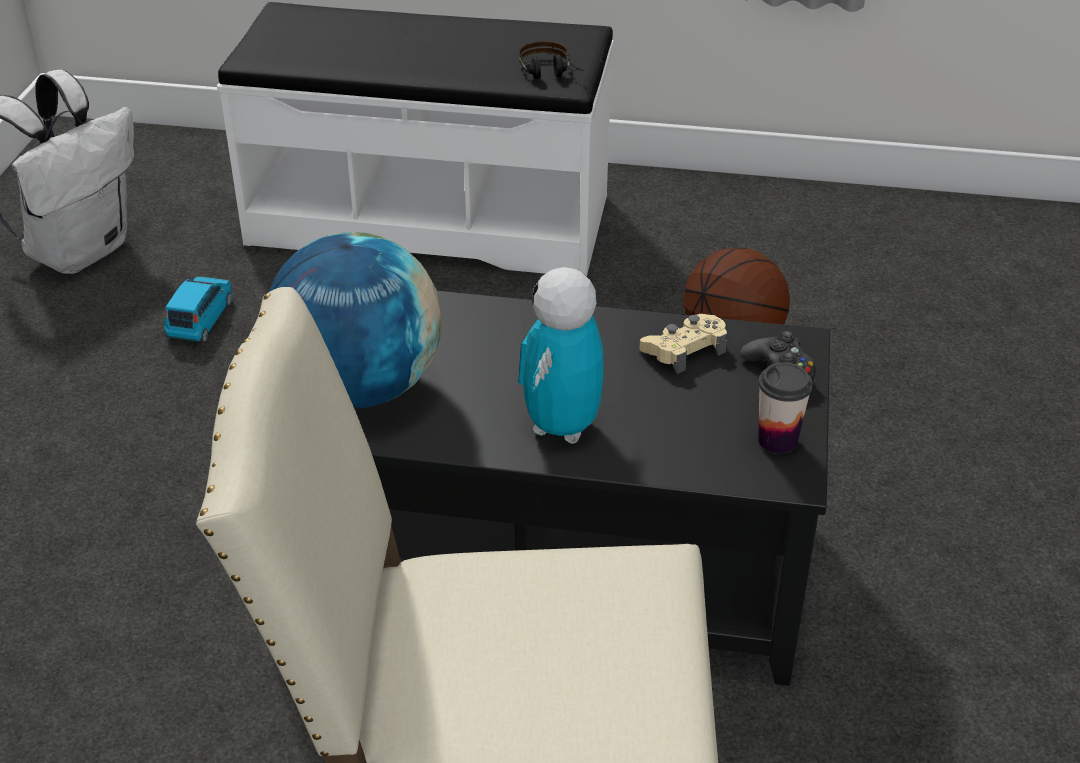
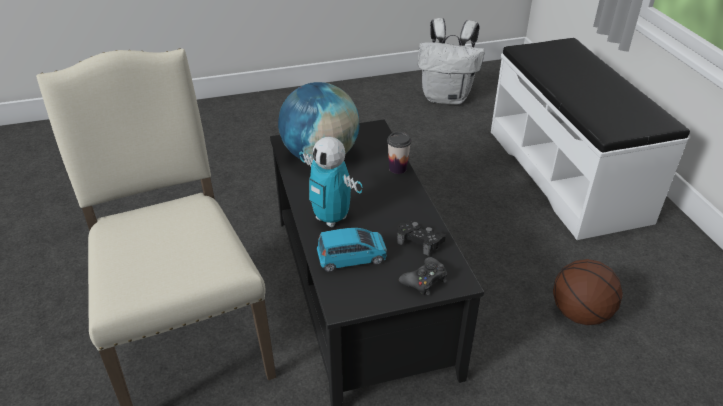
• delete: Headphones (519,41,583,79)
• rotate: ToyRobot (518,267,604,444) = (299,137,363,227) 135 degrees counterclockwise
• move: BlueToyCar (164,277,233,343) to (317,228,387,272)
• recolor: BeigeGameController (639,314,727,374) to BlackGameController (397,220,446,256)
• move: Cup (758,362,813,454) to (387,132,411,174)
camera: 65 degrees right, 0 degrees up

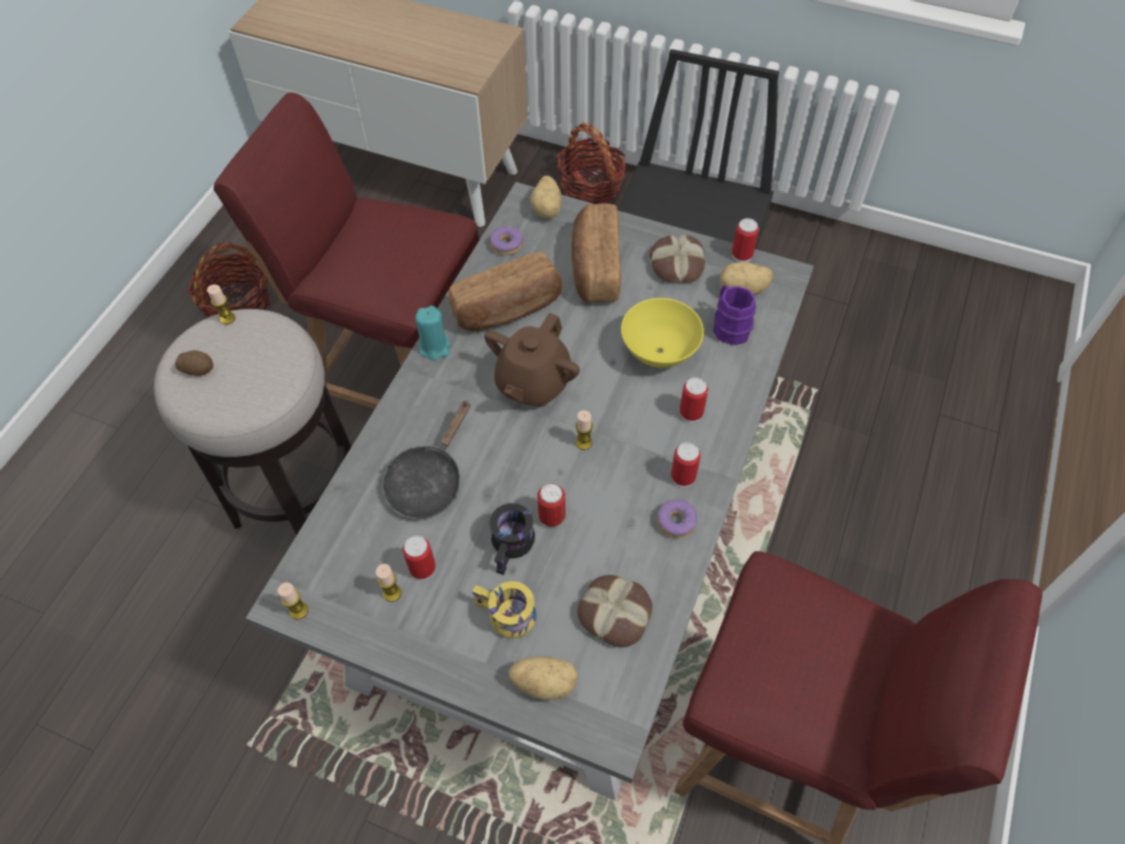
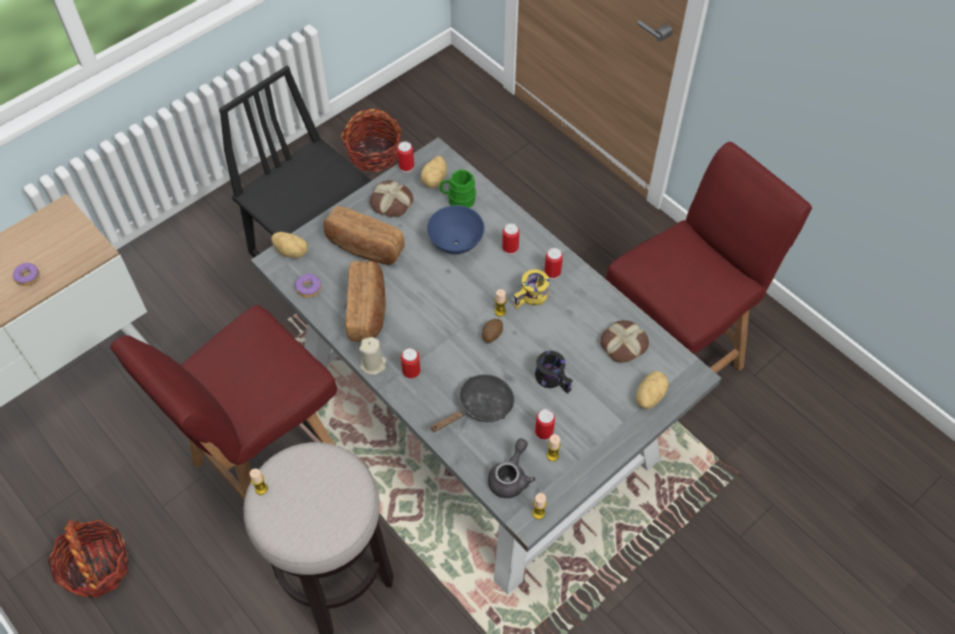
• move: Basket (556,122,626,204) to (341,108,402,172)
• recolor: PurpleMug (713,285,756,345) to GreenMug (440,170,476,208)
• recolor: YellowBowl (621,298,704,368) to BlueBowl (427,205,484,254)
• recolor: TurquoiseCandle (415,306,450,361) to BeigeCandle (359,337,386,375)
• delete: BrownTeapot (484,313,580,407)
• move: Potato (175,350,213,376) to (482,319,503,343)
• rotate: BlackFryingPan (382,400,470,519) = (430,374,515,432) 90 degrees counterclockwise
• move: Can (537,483,566,527) to (401,348,420,378)
• move: Donut (657,500,697,538) to (13,263,40,286)
• move: YellowMug (472,581,536,639) to (514,269,549,309)
• insert: GreyTeapot (488,438,535,498)
camera: 65 degrees left, 0 degrees up

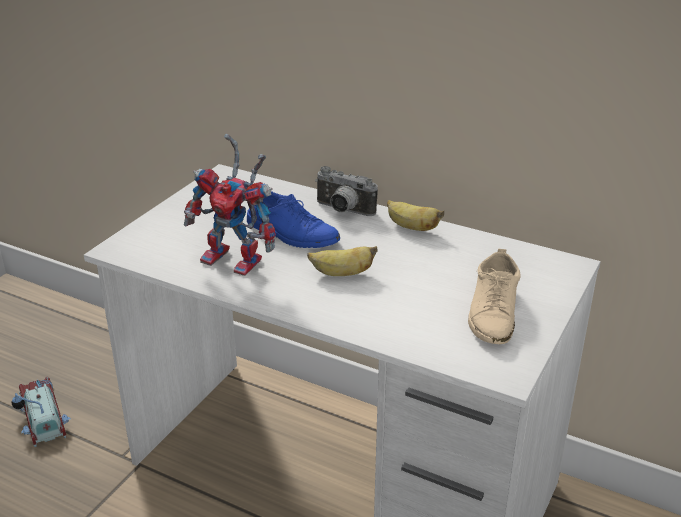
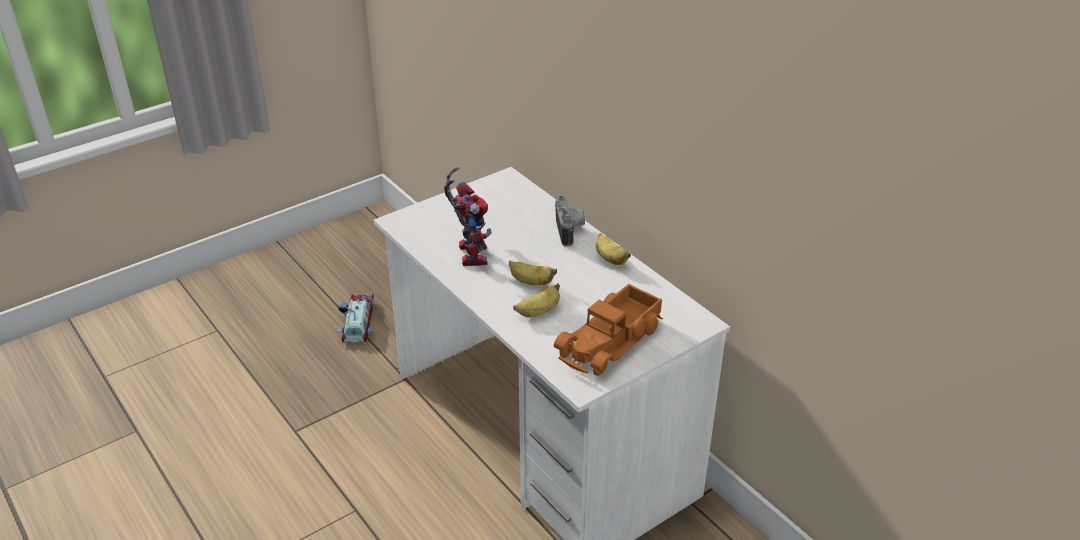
• rotate: ToyRobot (184,134,276,276) = (444,167,492,266) 150 degrees counterclockwise
• rotate: PhotoCamera (315,166,378,216) = (555,196,585,247) 150 degrees counterclockwise
• delete: BlueShoe (247,191,340,248)
• replace: BeigeShoe (468,249,521,344) to ToyTruck (554,284,663,376)
• insert: Banana (513,283,560,317)
camera: 25 degrees right, 5 degrees up

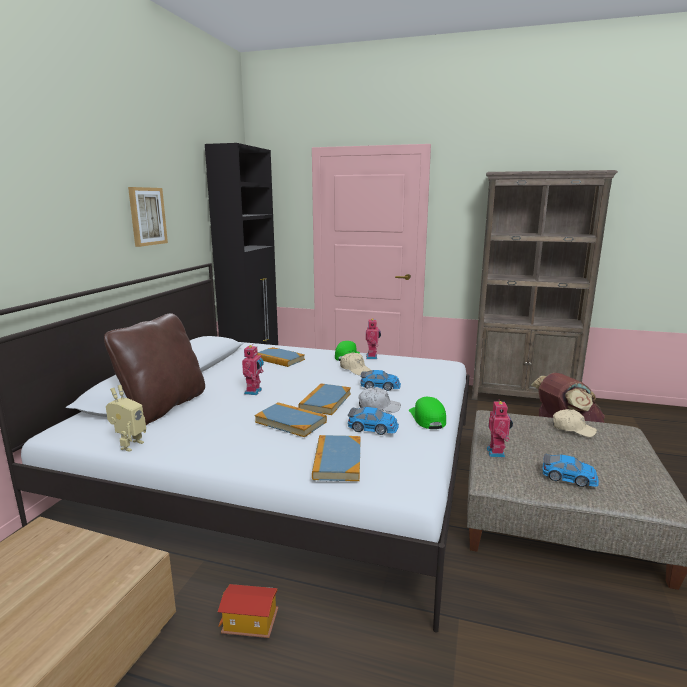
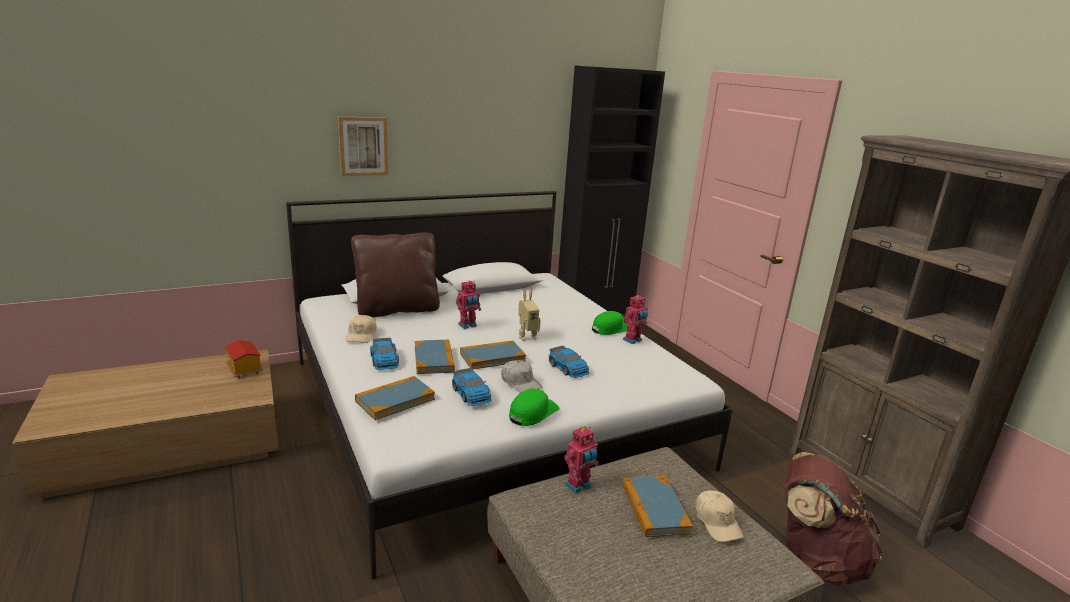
• move: Picture (128,187,168,247) to (338,117,388,176)
• move: Book (257,347,305,367) to (622,476,693,537)
• move: BeigeCap (340,352,372,375) to (346,315,376,343)
• move: ToyRobot (106,385,146,452) to (518,289,541,341)
• move: ToyCar (543,454,599,487) to (370,338,399,370)
• move: ToyHouse (218,584,278,638) to (224,340,263,378)
camera: 45 degrees right, 5 degrees up

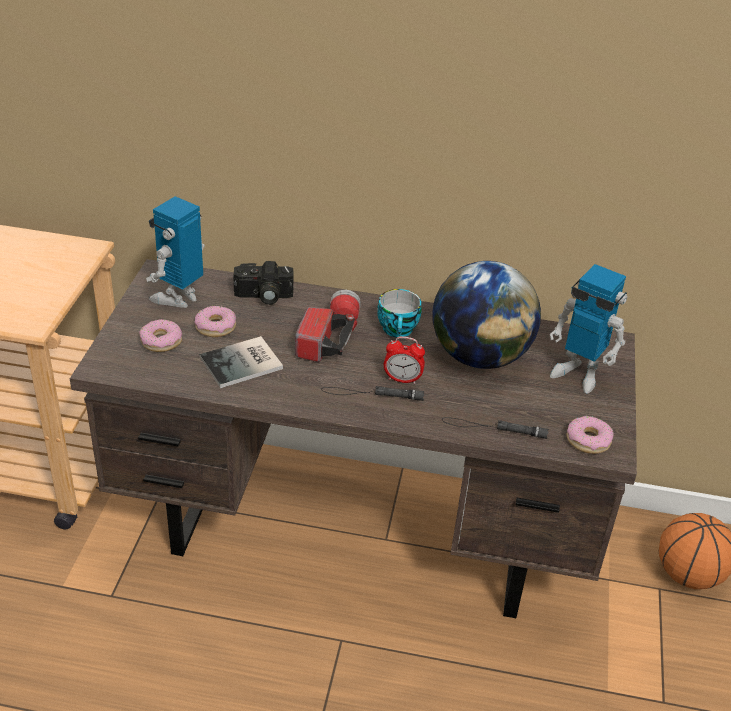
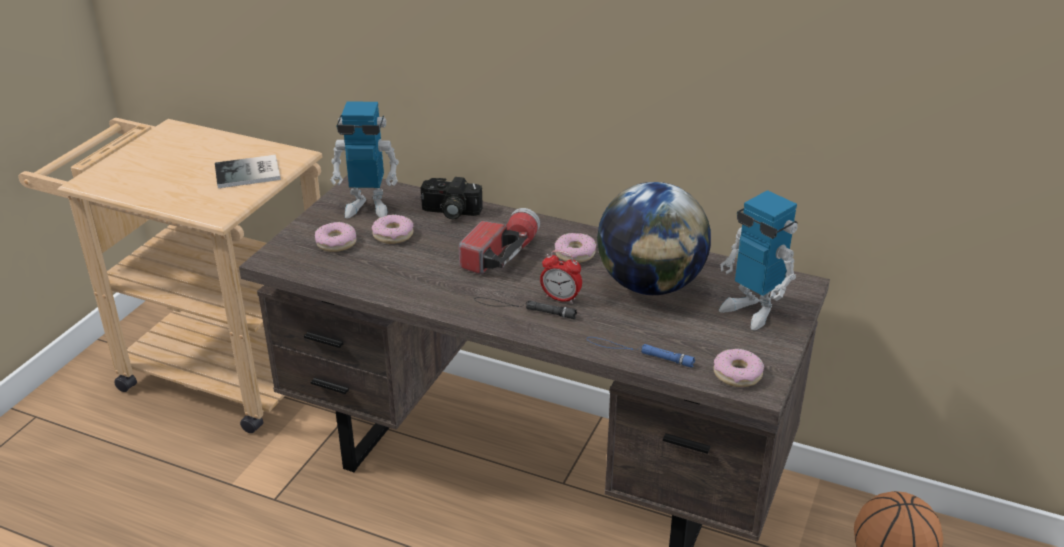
• rotate: ToyRobot (146,196,205,308) = (331,101,399,219) 135 degrees counterclockwise
• replace: Cup (377,289,421,338) to Donut (555,233,596,263)
• move: Book (200,336,283,388) to (215,155,281,188)
• recolor: BlackFlashlight (442,417,549,439) to BlueFlashlight (587,337,695,368)
camera: 15 degrees right, 5 degrees down

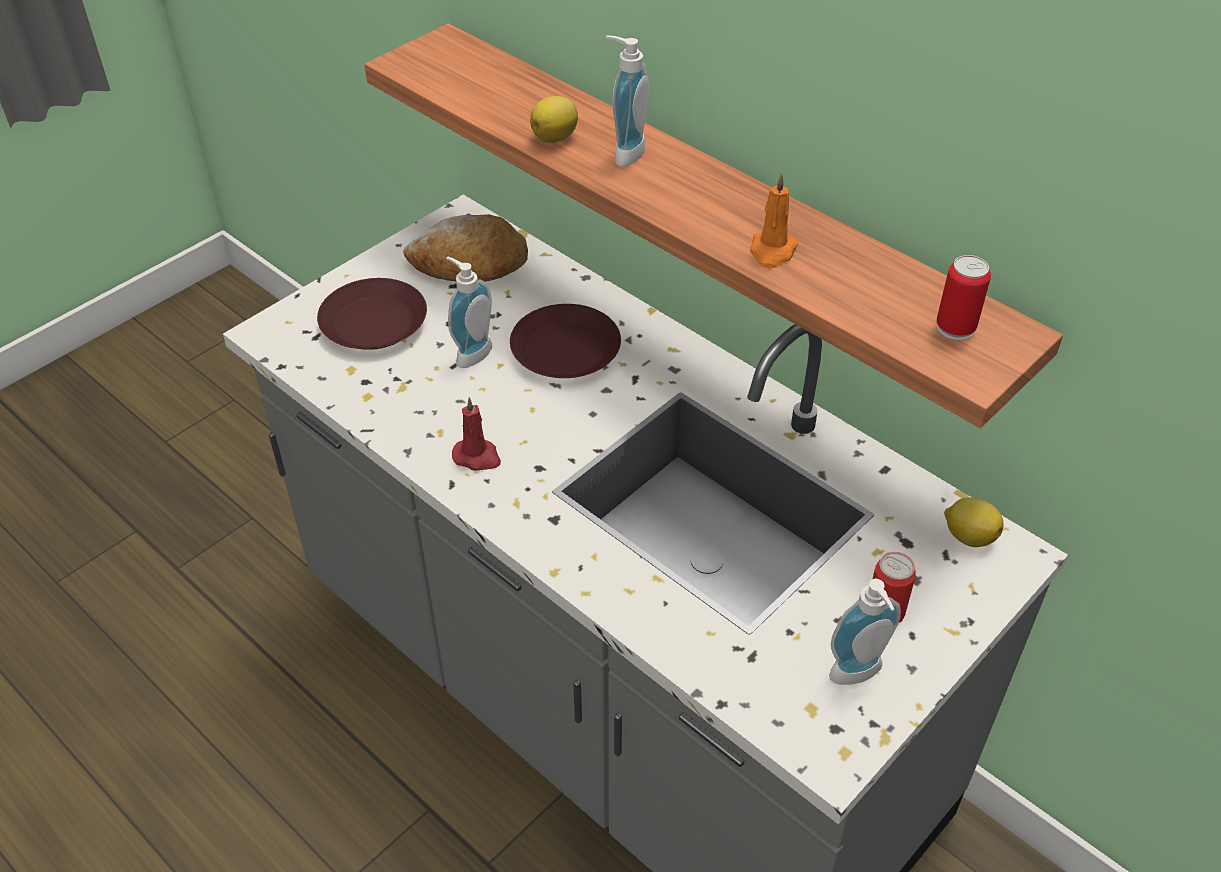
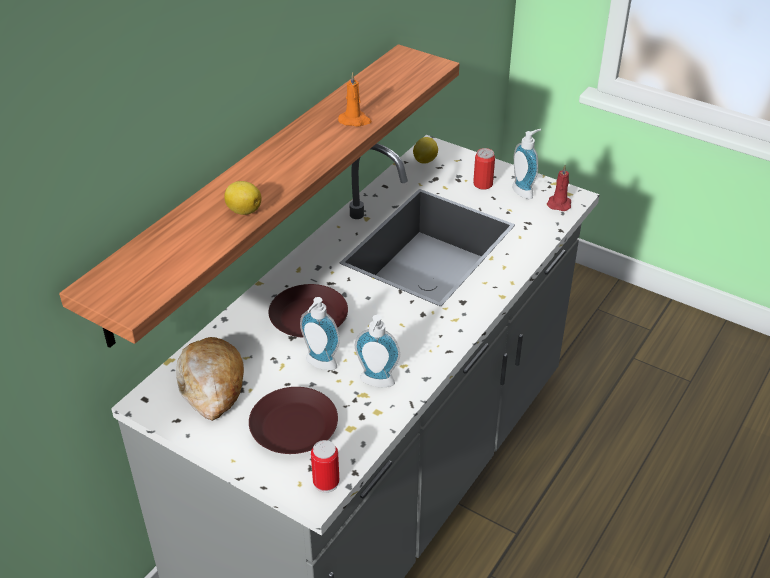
• move: SoapDispenser (606,35,649,167) to (355,315,400,387)
• move: Can (936,255,991,340) to (311,440,339,493)
• move: RedCandle (452,397,501,471) to (547,165,571,211)
camera: 100 degrees left, 5 degrees down

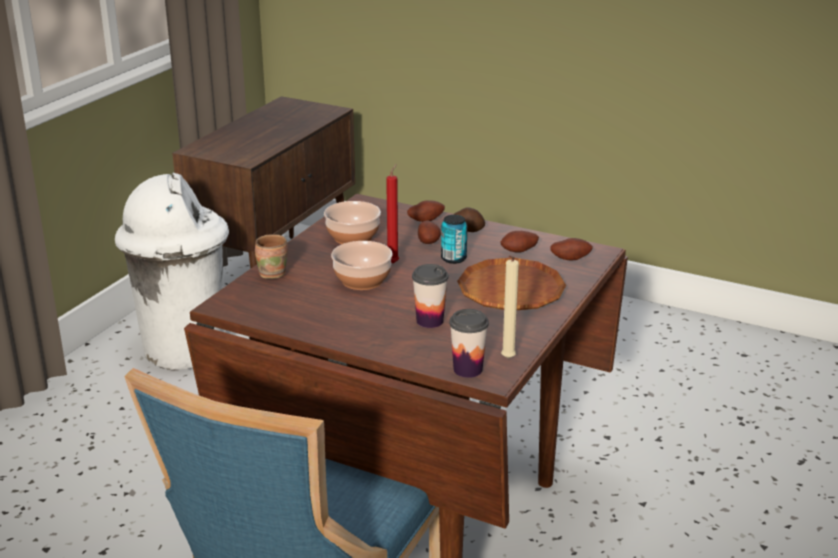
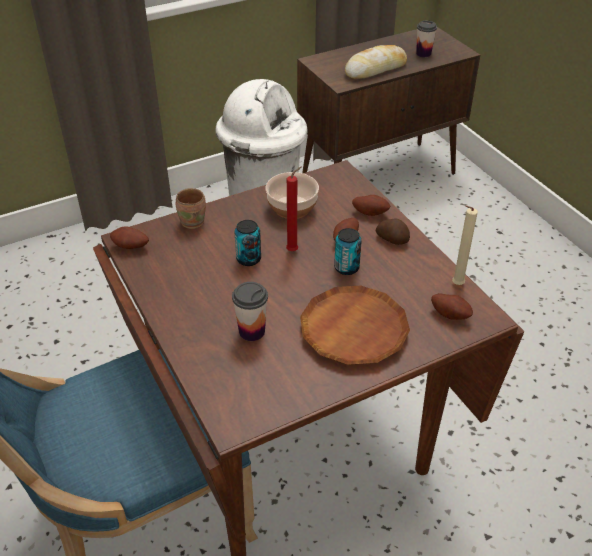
• move: Potato (501,231,539,253) to (110,226,149,249)
• replace: Bowl (331,241,393,290) to Can (235,220,261,266)
• move: BeigeCandle (501,255,519,359) to (452,205,478,285)
• move: Cup (449,309,489,378) to (416,21,437,57)
• insert: Bread (345,45,407,79)
camera: 35 degrees right, 15 degrees up

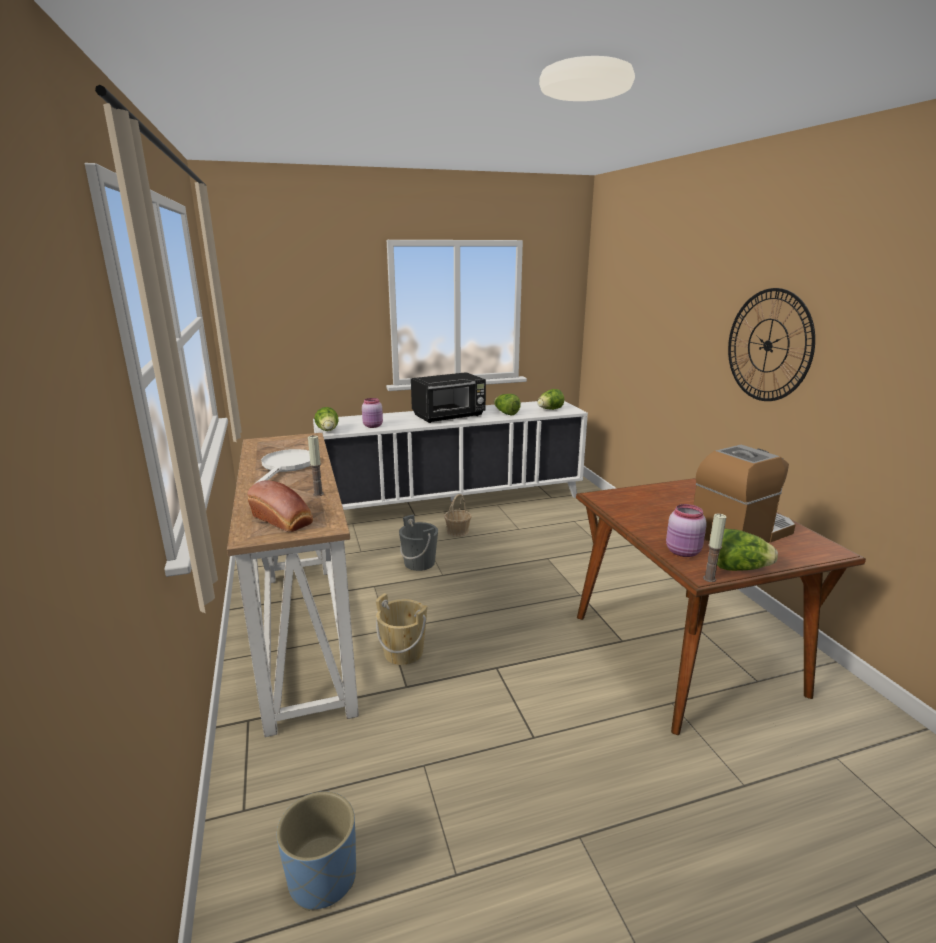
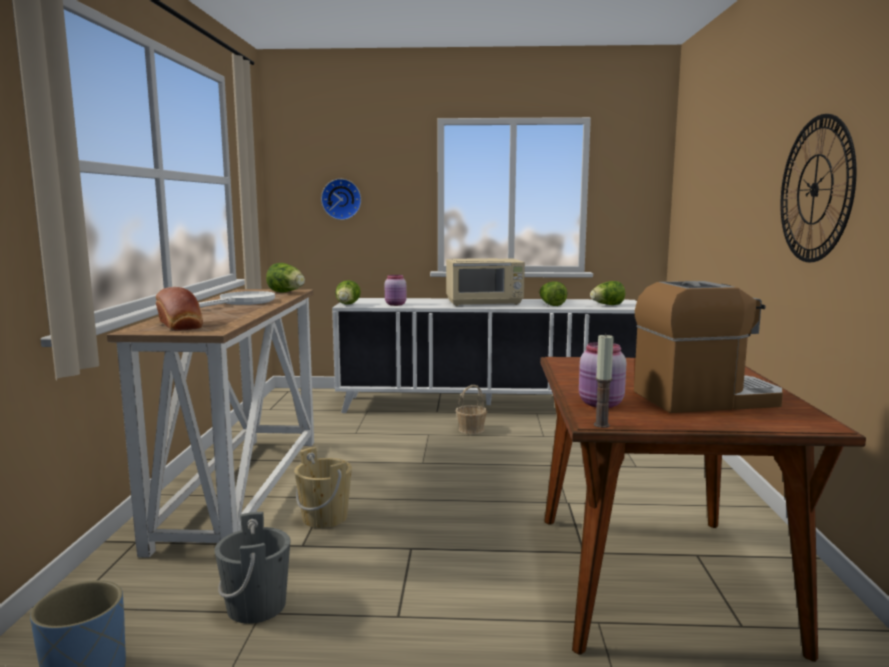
• recolor: BlackMicrowave (411,372,486,423) to BeigeMicrowave (446,258,525,306)
• delete: Candle (308,435,324,496)
• move: GreyBucket (399,515,438,571) to (215,512,290,624)
• move: Lettuce (717,529,778,571) to (266,263,305,293)
• insert: WallClock (321,179,361,220)
camera: 20 degrees right, 10 degrees down

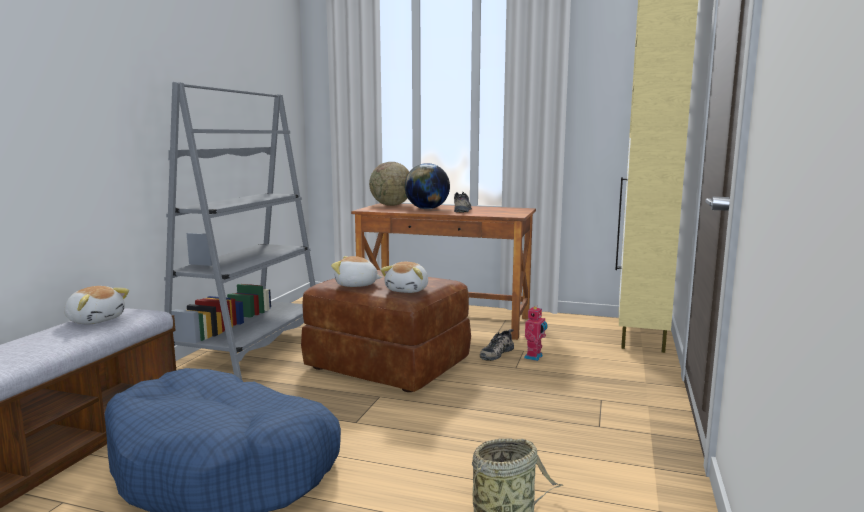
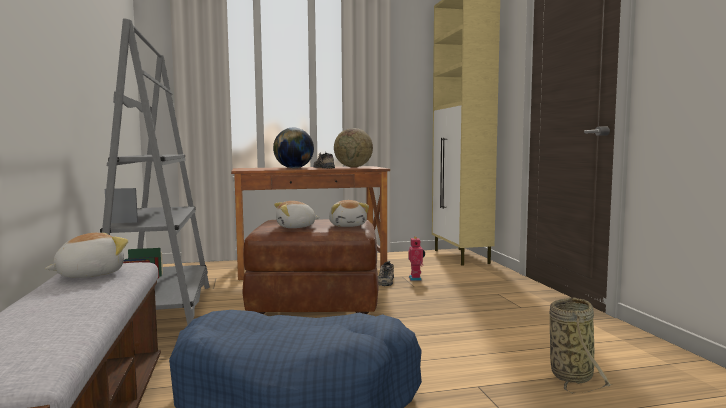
• move: Globe (369,162,409,206) to (334,128,373,167)
• rotate: PlushToy (64,286,129,324) = (45,233,128,278) 45 degrees counterclockwise
camera: 30 degrees left, 5 degrees down

